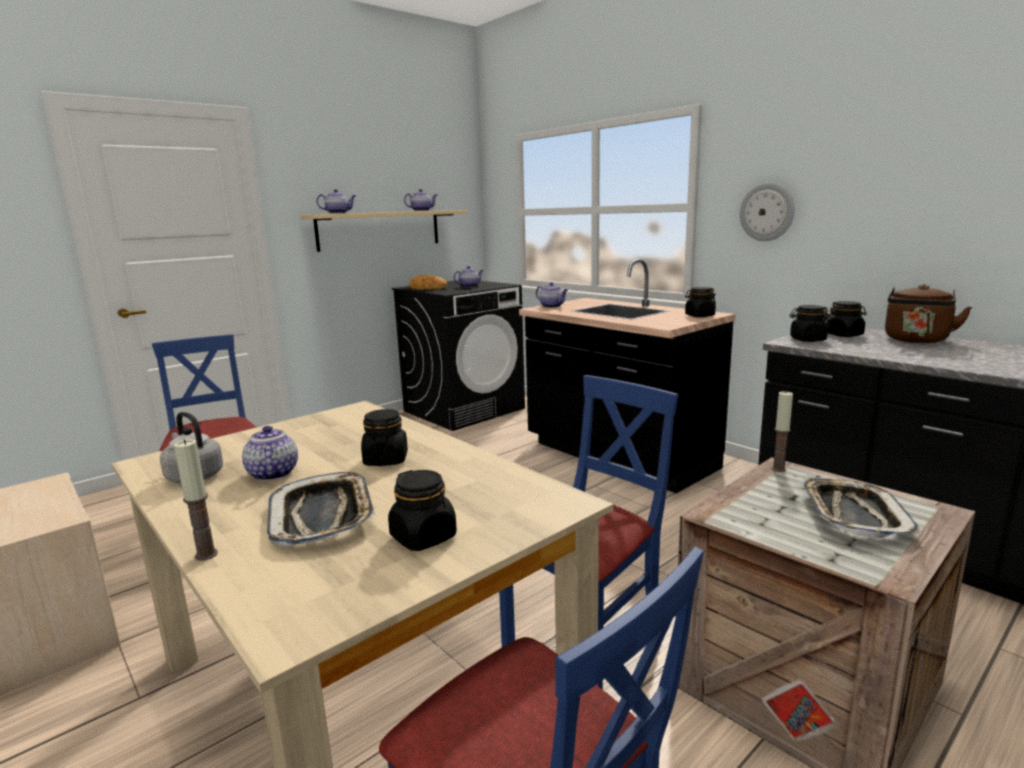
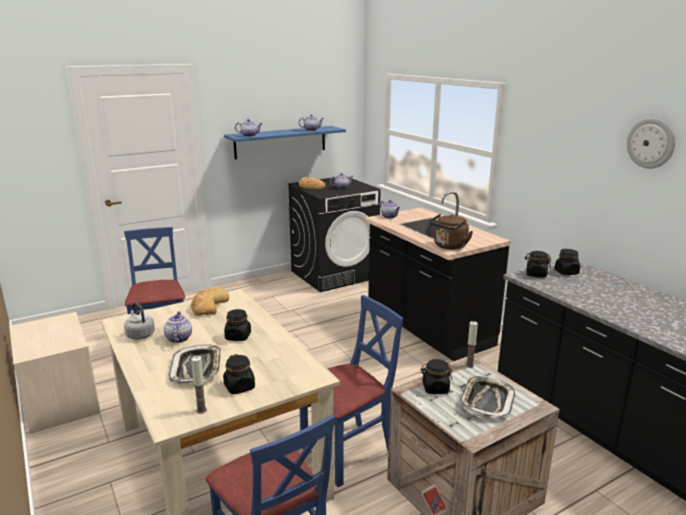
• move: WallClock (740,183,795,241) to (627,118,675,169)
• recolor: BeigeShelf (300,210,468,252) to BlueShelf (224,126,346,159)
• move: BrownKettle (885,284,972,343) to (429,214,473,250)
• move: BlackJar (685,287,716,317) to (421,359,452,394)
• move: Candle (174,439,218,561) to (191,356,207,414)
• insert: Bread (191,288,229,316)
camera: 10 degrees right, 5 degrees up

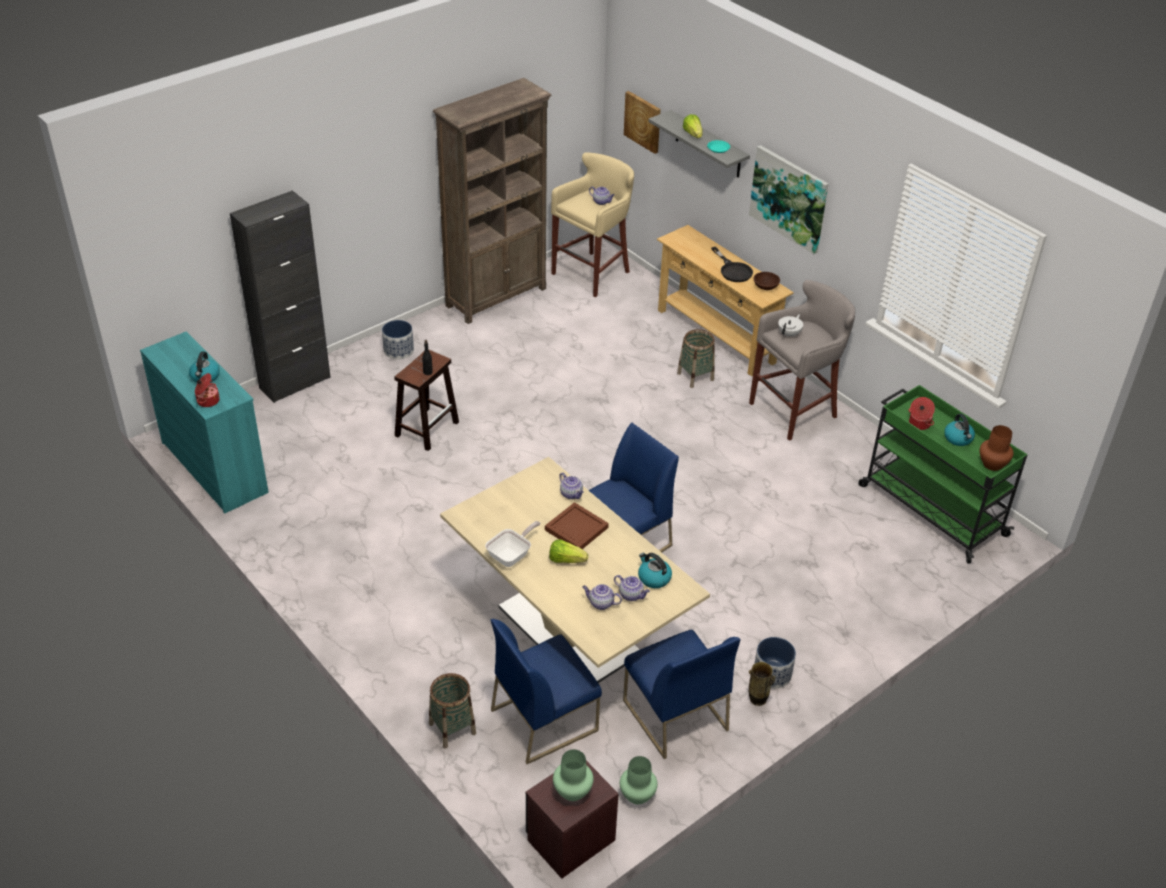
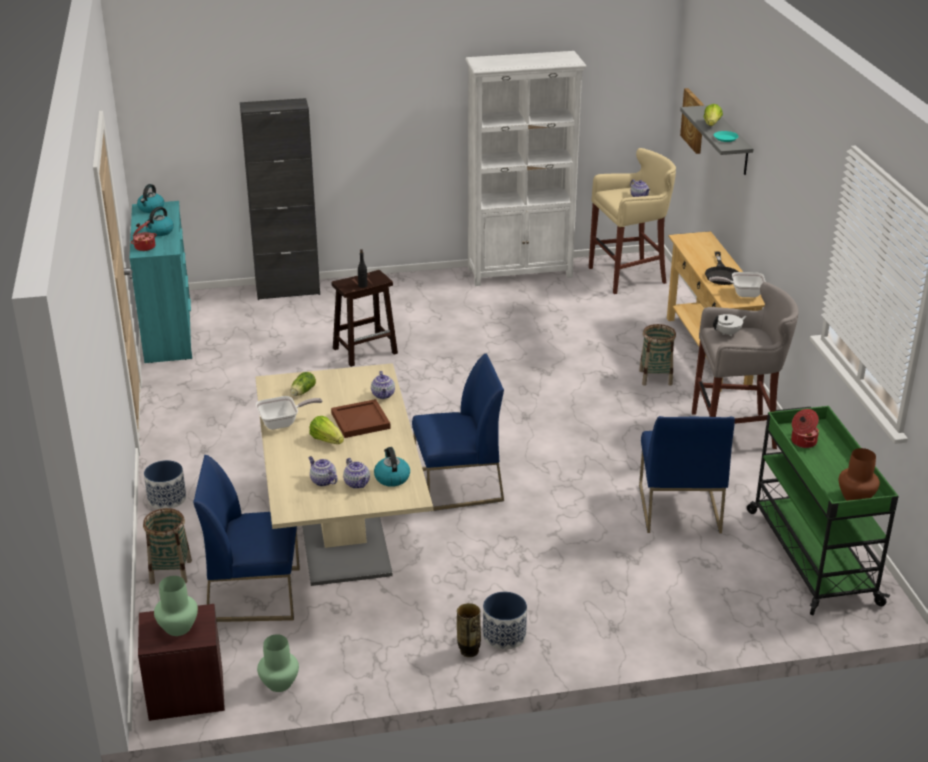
• recolor: BrownBookcase (433,78,552,324) to WhiteBookcase (465,51,586,286)
• delete: Picture (749,145,829,254)
• replace: BrownBowl (754,272,780,290) to FryingPan (709,272,766,297)
• move: Planter (382,320,414,359) to (144,460,186,509)
• move: Kettle (944,414,975,446) to (137,184,164,213)
• move: BlueChair (623,630,740,759) to (639,416,735,533)
• insert: Lettuce (290,372,316,396)
camera: 30 degrees right, 10 degrees down

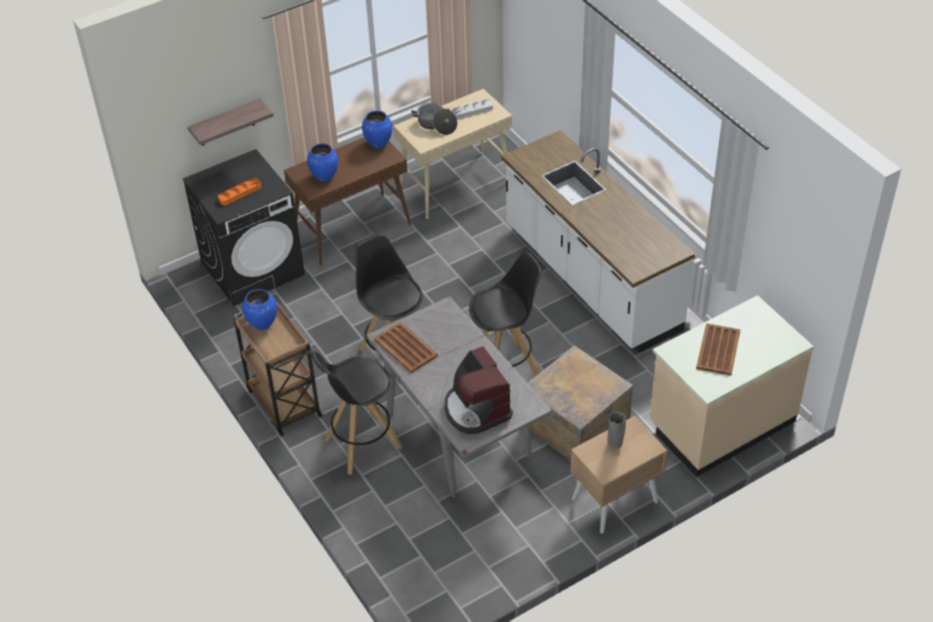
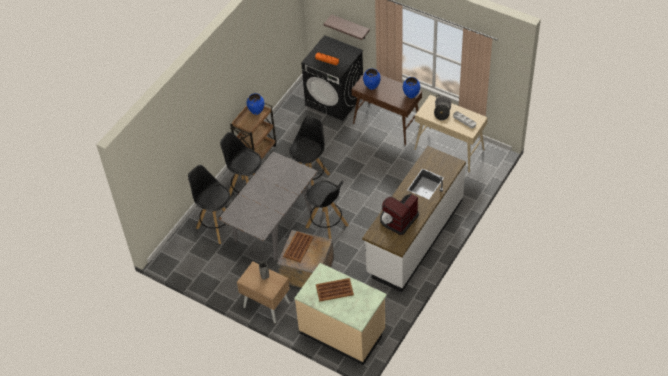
• move: BrownTray (374,321,438,373) to (283,231,314,262)
• move: CoffeeMachine (444,346,513,434) to (380,193,419,235)
• insert: BlackStool (188,165,230,244)
camera: 65 degrees right, 5 degrees up

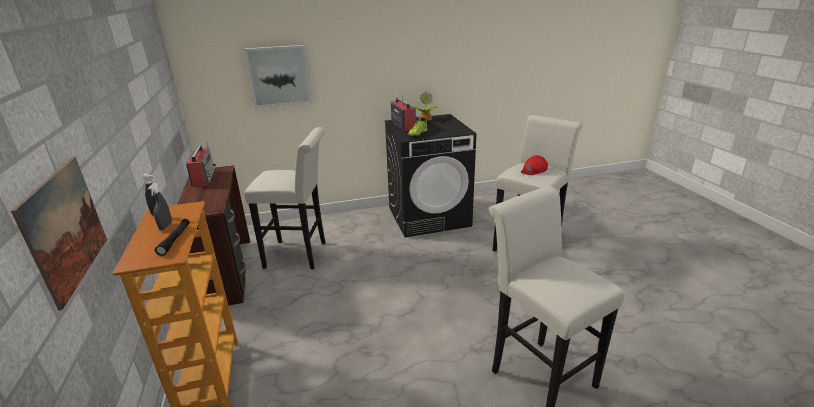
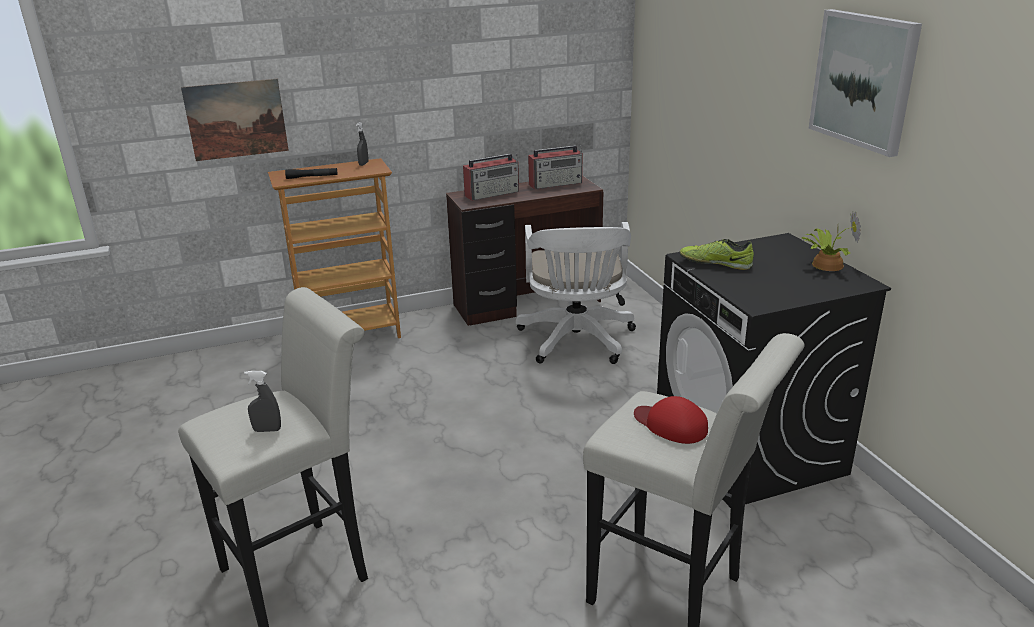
• move: Picture (244,45,312,108) to (808,9,922,157)
• move: Radio (391,96,417,131) to (463,153,519,201)
• replace: WhiteStool (245,127,326,269) to WhiteOfficeChair (516,222,636,364)
• move: GreySprayBottle (148,183,172,230) to (244,371,281,432)
camera: 85 degrees right, 0 degrees up

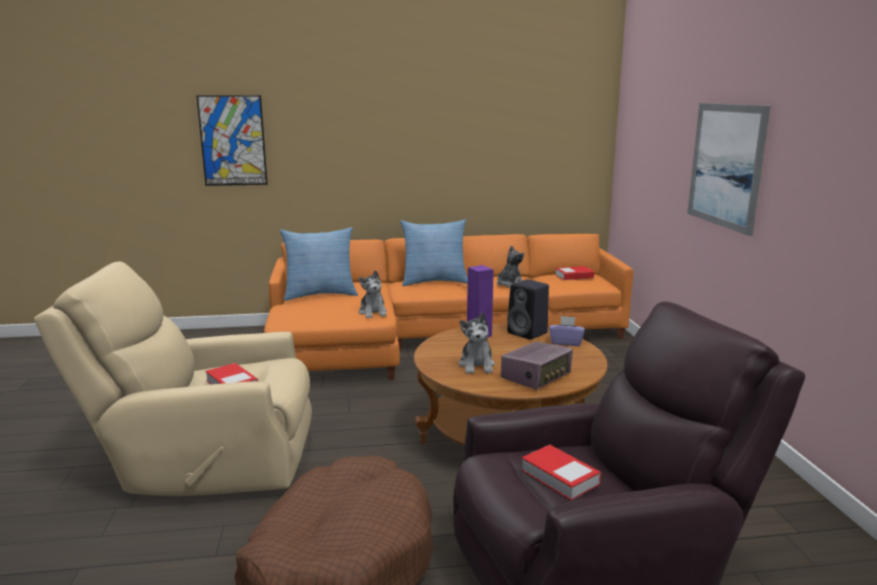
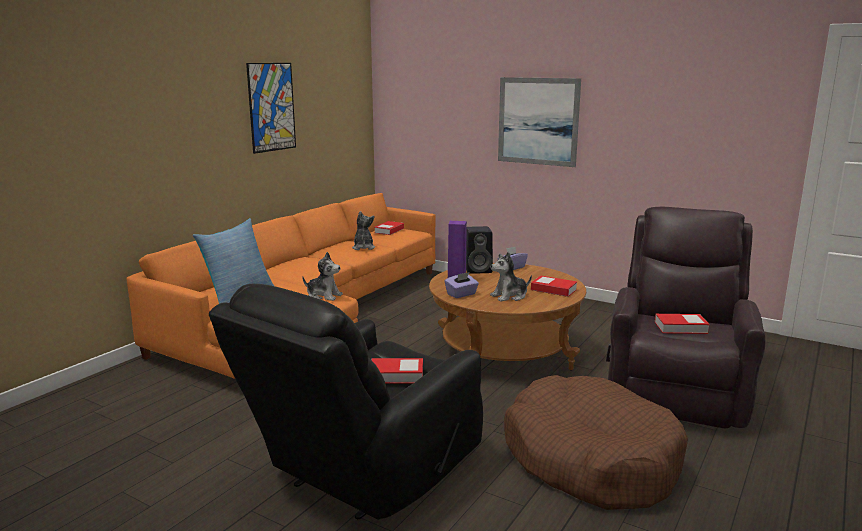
• move: Picture (196,95,268,186) to (246,63,296,154)
• delete: Pillow (400,219,468,286)
• recolor: BeigeArmchair (34,262,312,496) to BlackArmchair (209,284,483,520)
• rotate: PlushToy (459,313,495,374) = (490,252,532,302) 120 degrees clockwise
• replace: Radio (501,342,573,390) to Book (531,276,577,297)
• insert: PurpleTissueBox (445,272,479,298)
camera: 50 degrees left, 0 degrees up

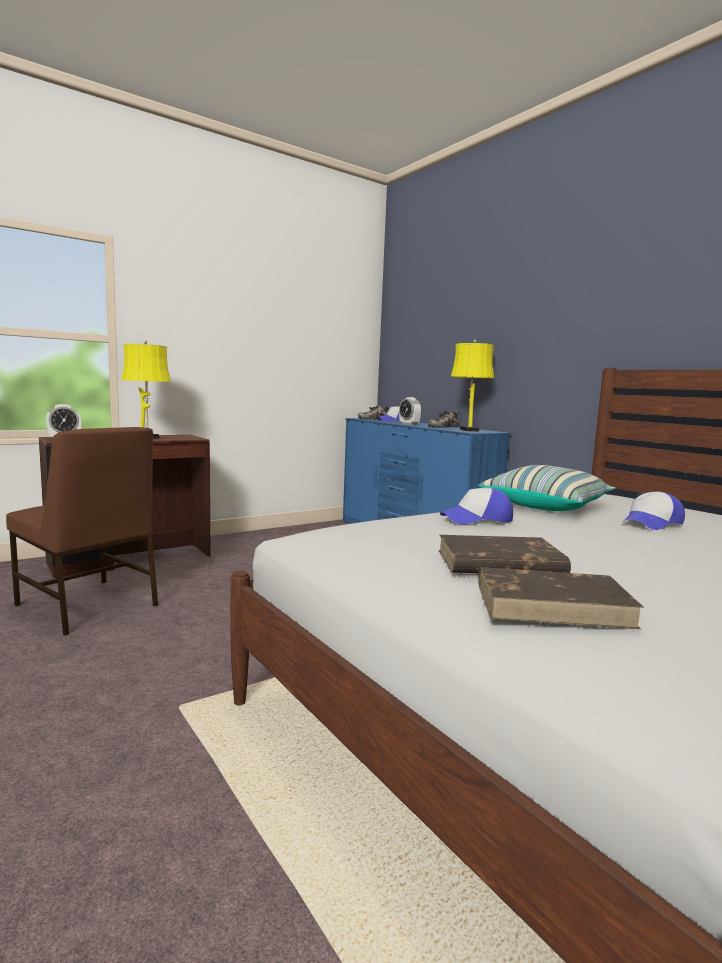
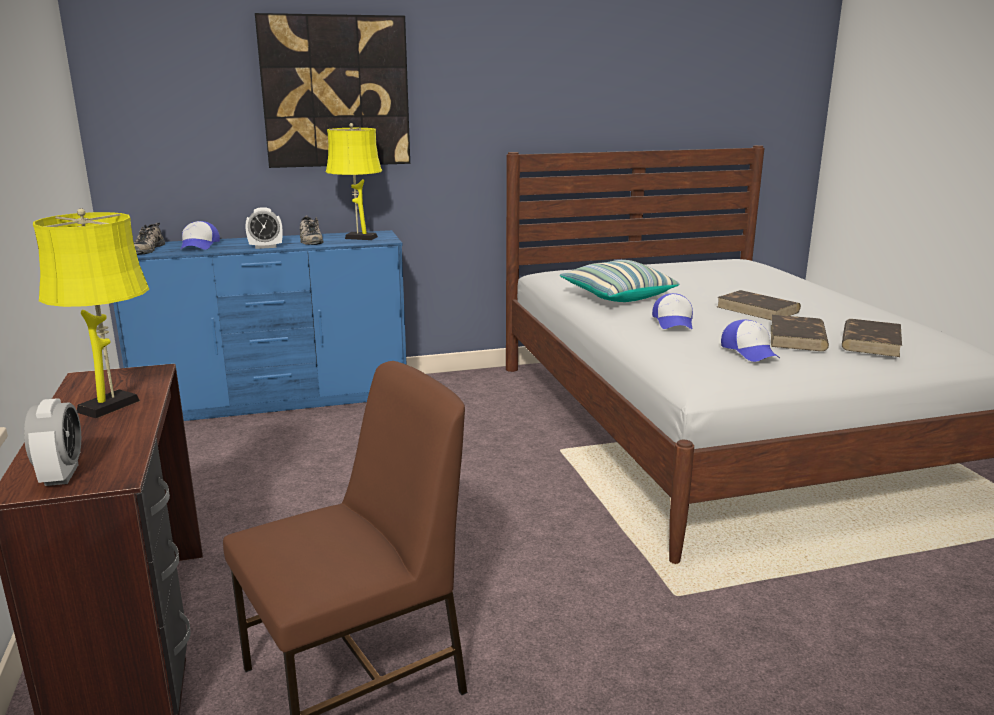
• move: Cap (624,492,685,530) to (721,320,780,362)
• insert: Picture (255,13,410,168)
• insert: BrownBook (717,290,801,320)
camera: 70 degrees left, 10 degrees up

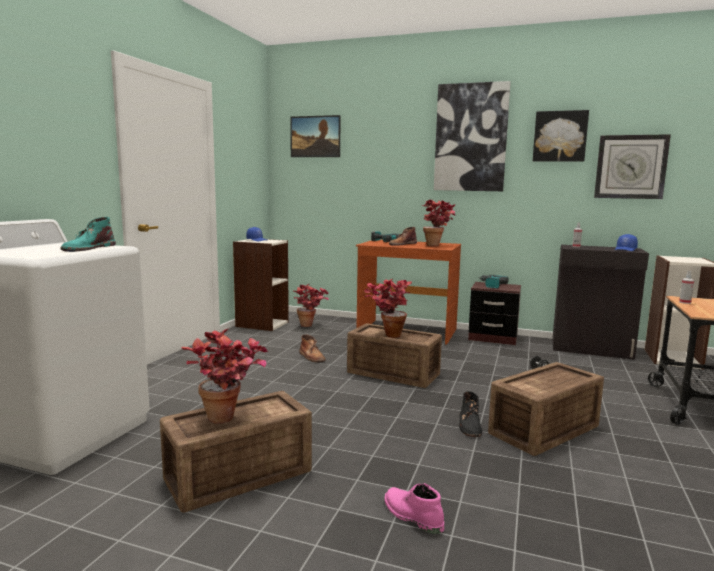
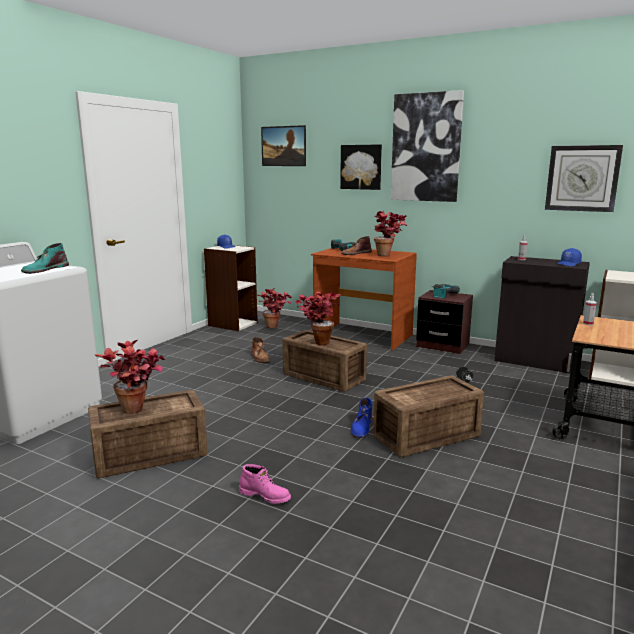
• move: Picture (533,110,589,162) to (340,144,382,190)
• recolor: BlackBoot (459,391,482,437) to BlueBoot (351,398,372,438)
• rotate: PinkBoot (384,483,444,534) = (239,464,291,504) 150 degrees clockwise
camera: 10 degrees right, 5 degrees up

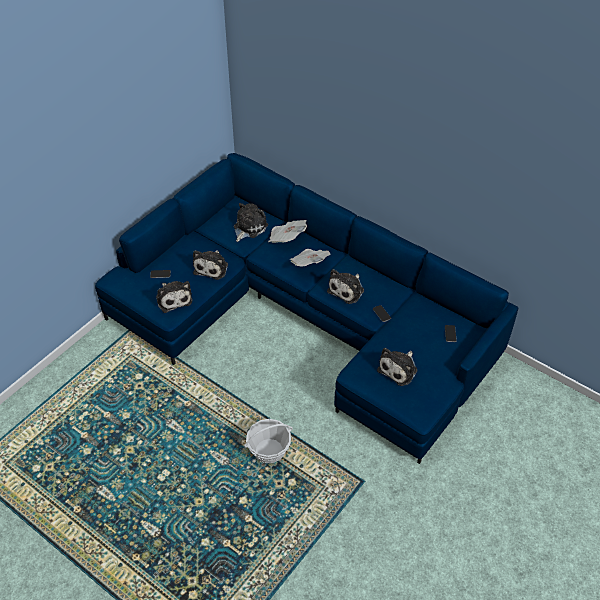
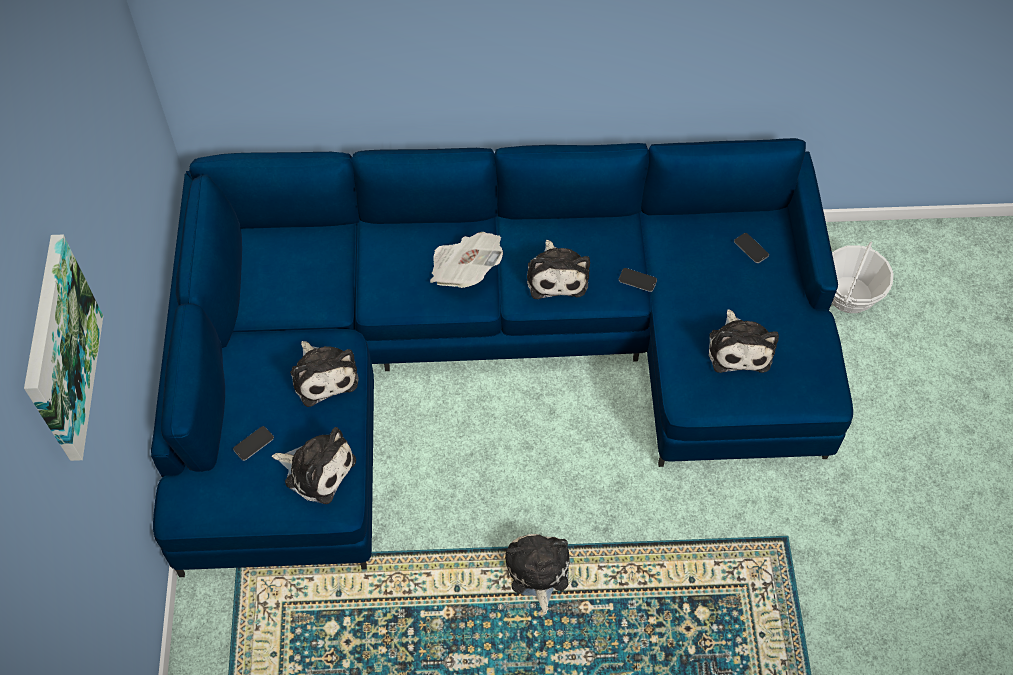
• move: PlushToy (234,203,268,242) to (505,534,570,614)
• delete: Newspaper (268,220,307,243)
• move: Basket (244,419,293,464) to (832,242,894,313)
• insert: Picture (24,235,103,461)
camera: 40 degrees left, 10 degrees up

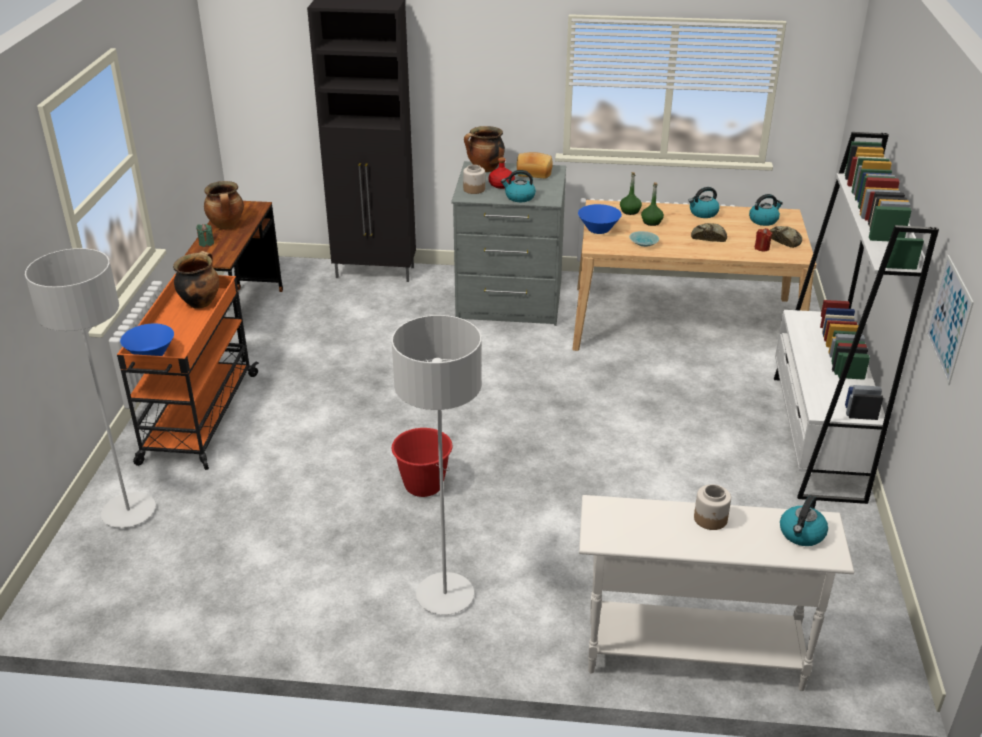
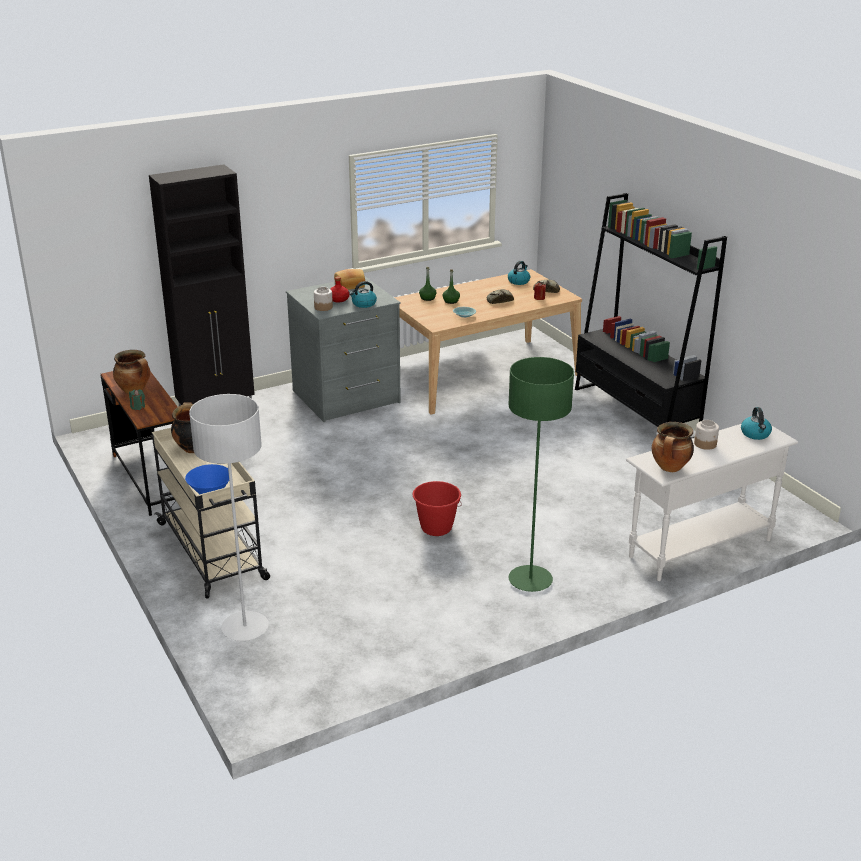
• move: CookingPot (464,126,505,172) to (652,422,694,472)
• recolor: WhiteBookcase (774,132,939,504) to BlackBookcase (575,193,727,439)
• delete: Kettle (688,187,720,218)
• delete: BlueBowl (578,204,622,234)
• delete: Picture (926,255,974,385)
• recolor: OrangeCart (117,273,259,470) to BeigeCart (152,428,270,598)
• recolor: GreyFloorLamp (392,315,482,615) to GreenFloorLamp (508,357,574,592)
camera: 35 degrees left, 5 degrees down

